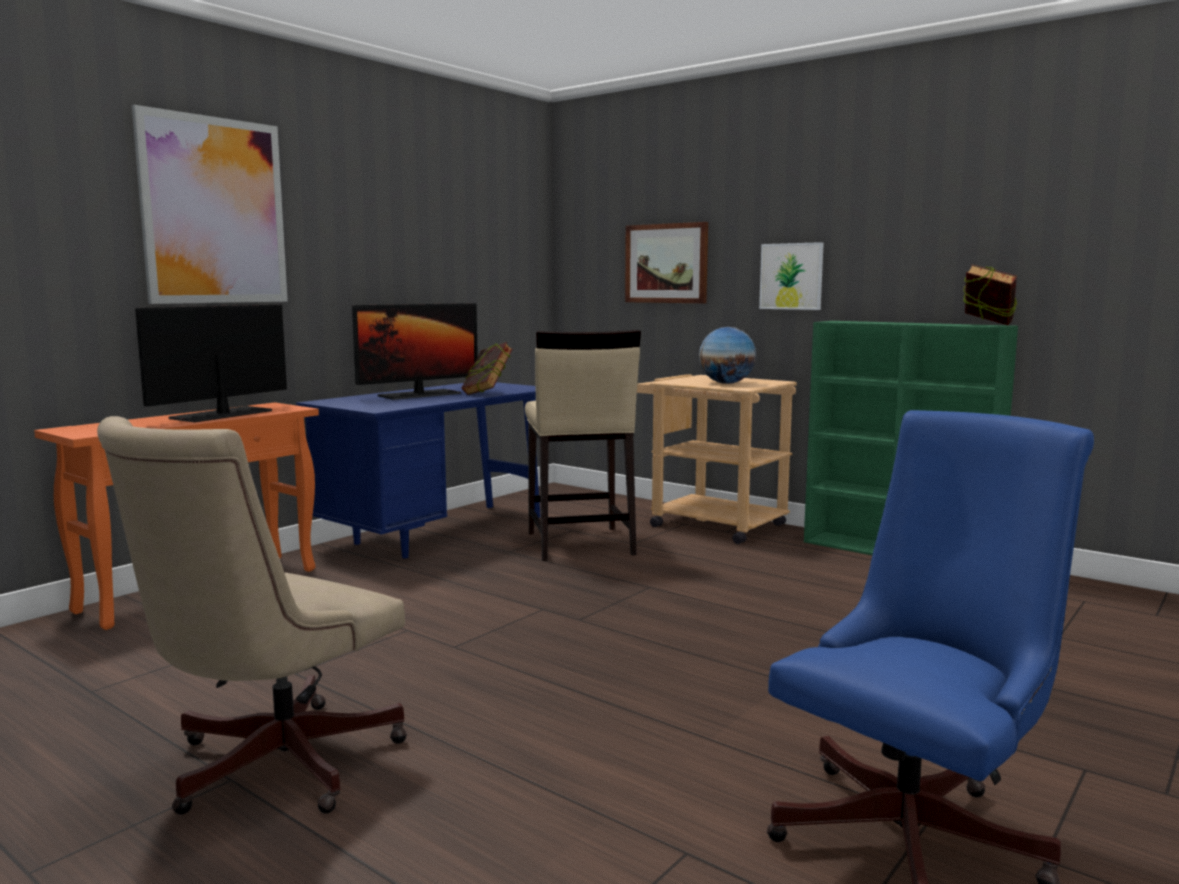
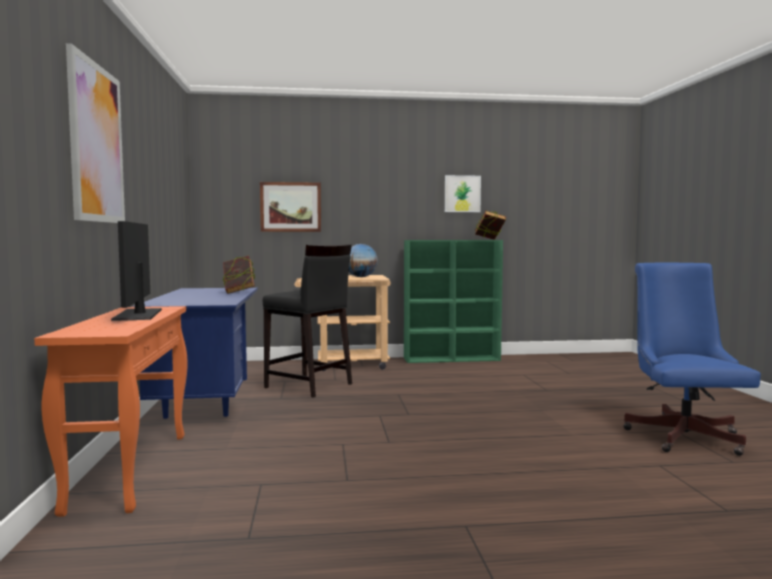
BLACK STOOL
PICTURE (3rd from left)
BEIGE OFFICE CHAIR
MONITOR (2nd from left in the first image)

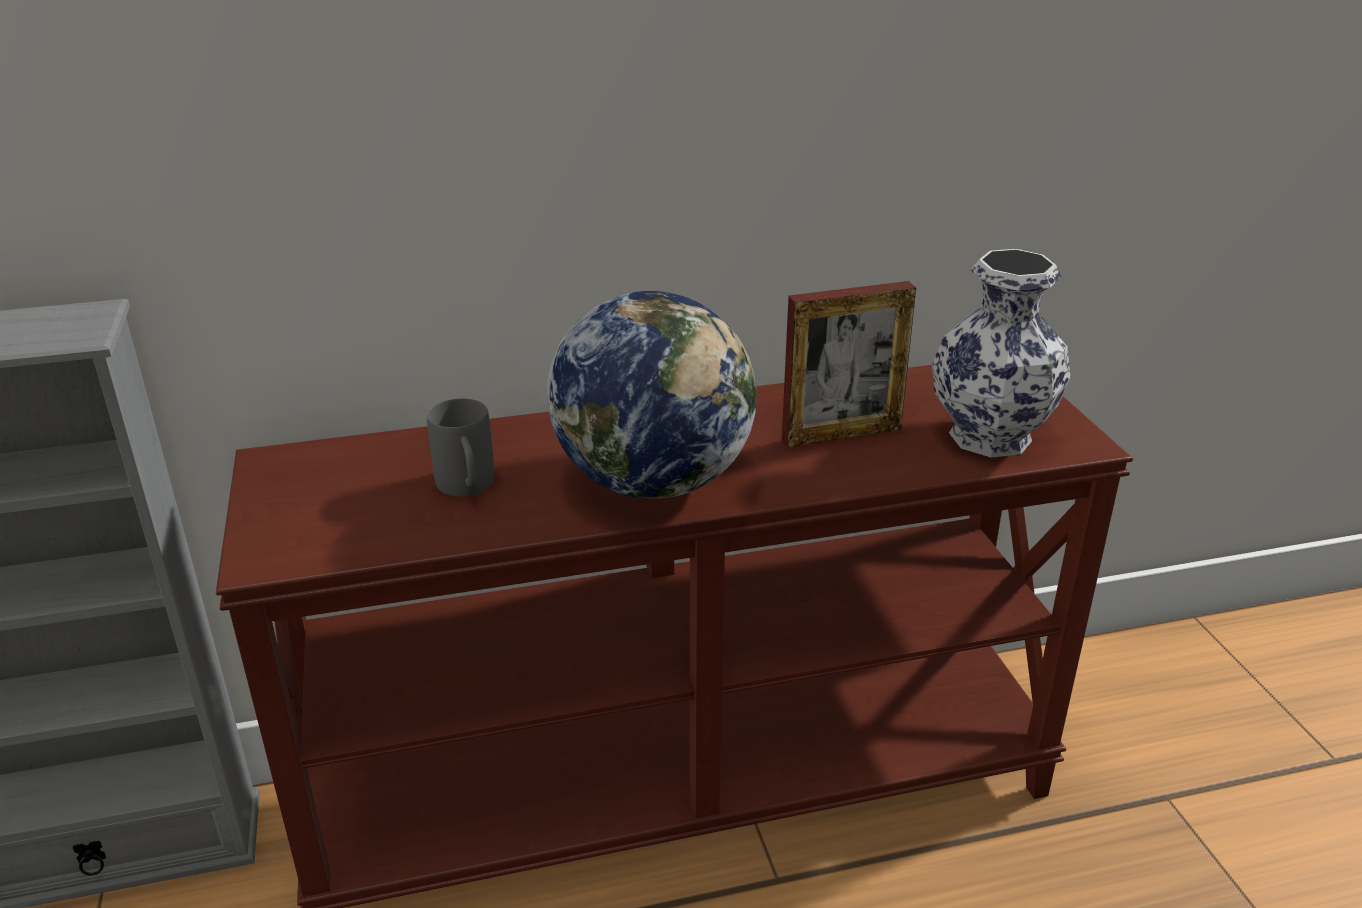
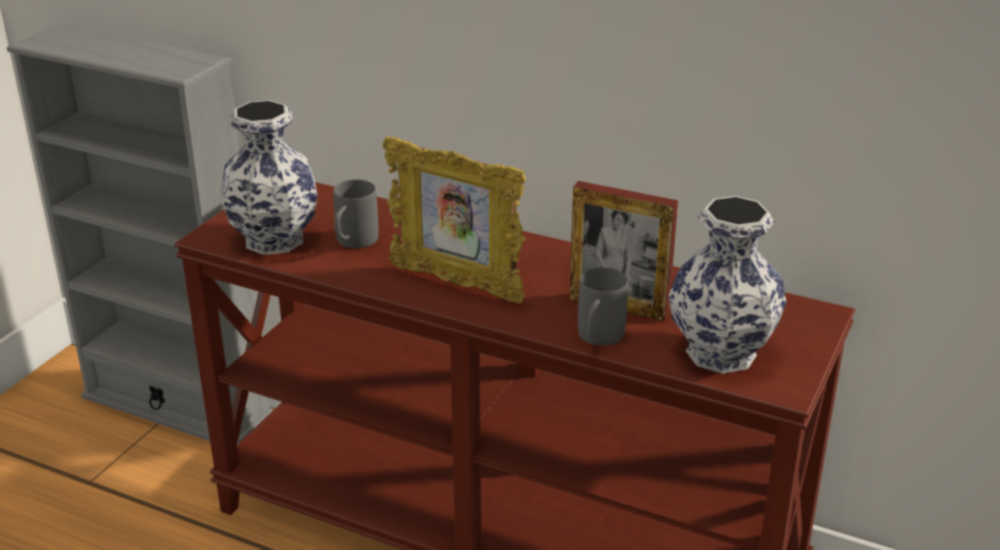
VASE (1st from left)
PICTURE FRAME (1st from left)
GREY MUG (2nd from left)

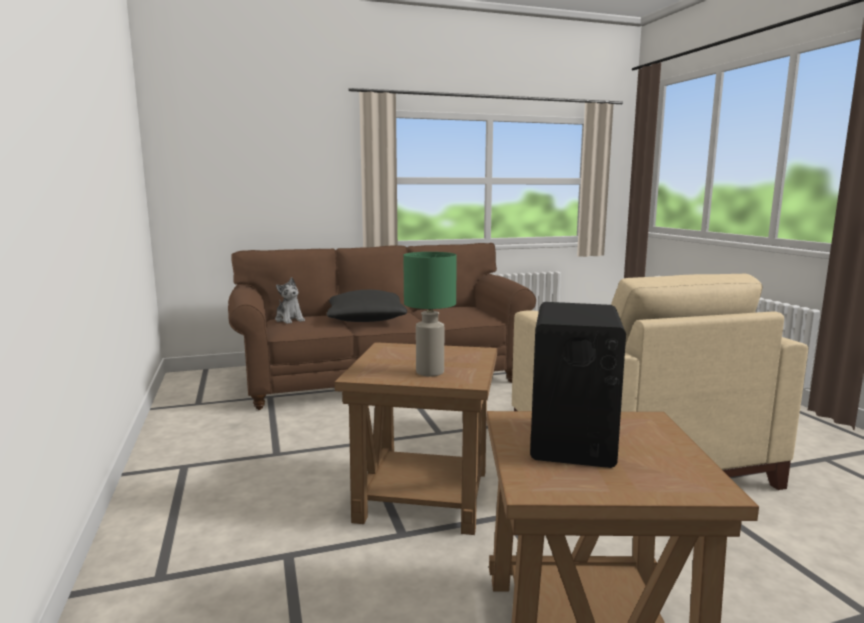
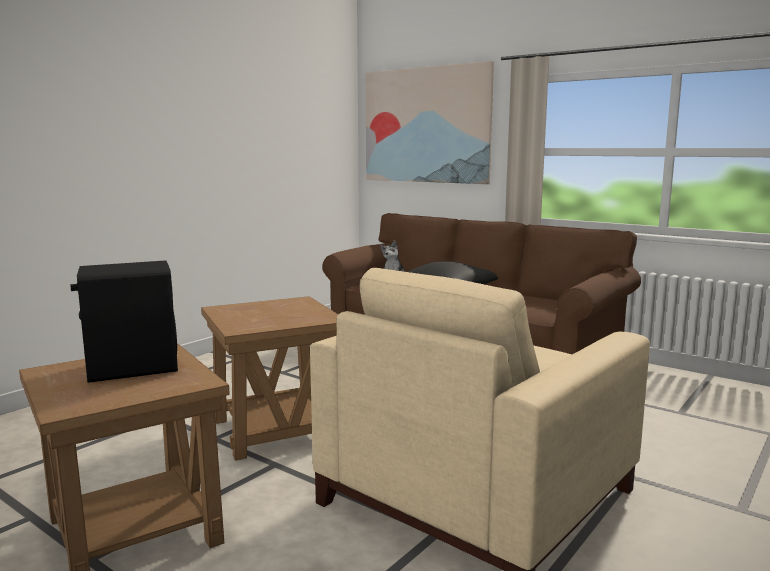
PICTURE
GREEN TABLE LAMP

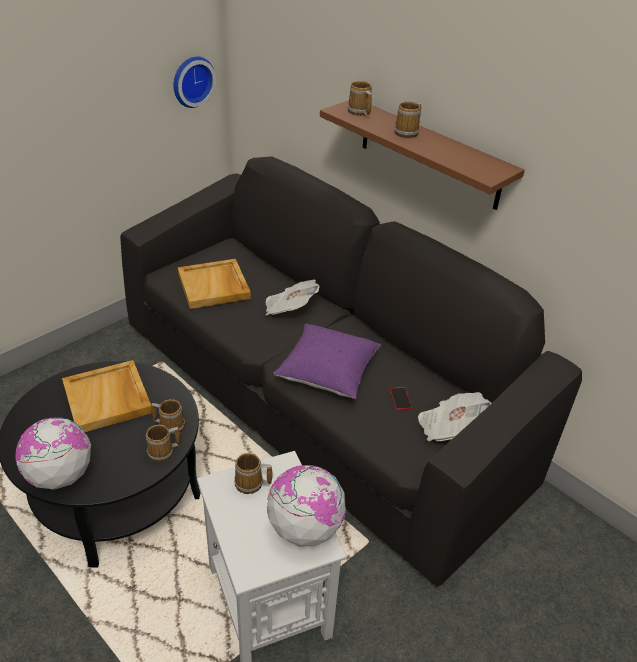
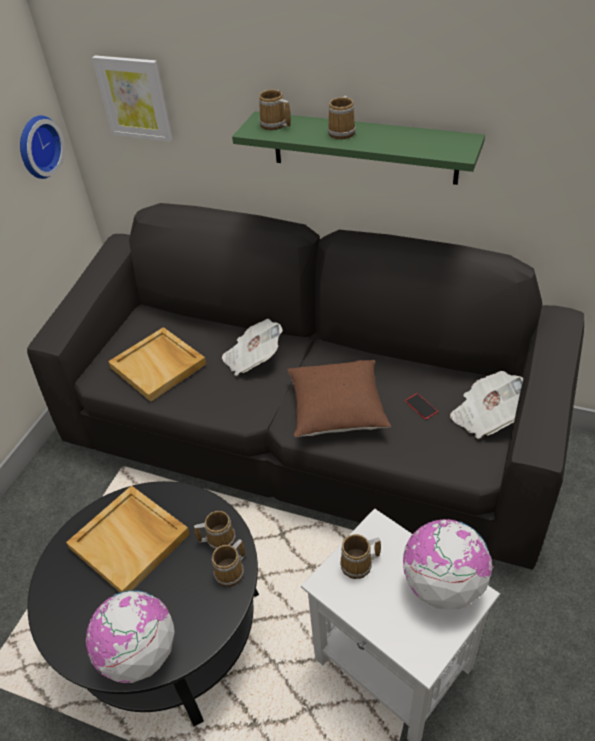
PICTURE
GREEN SHELF
BROWN PILLOW

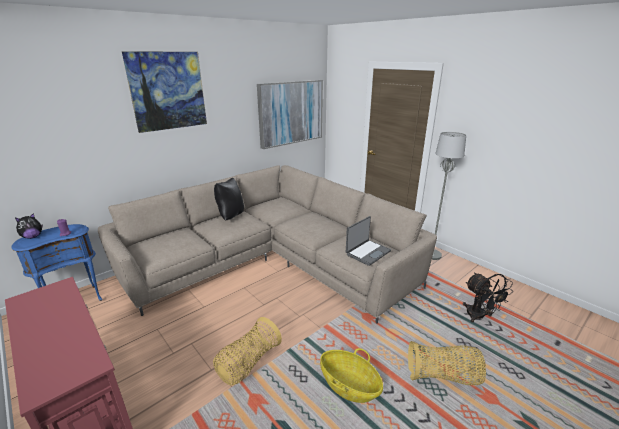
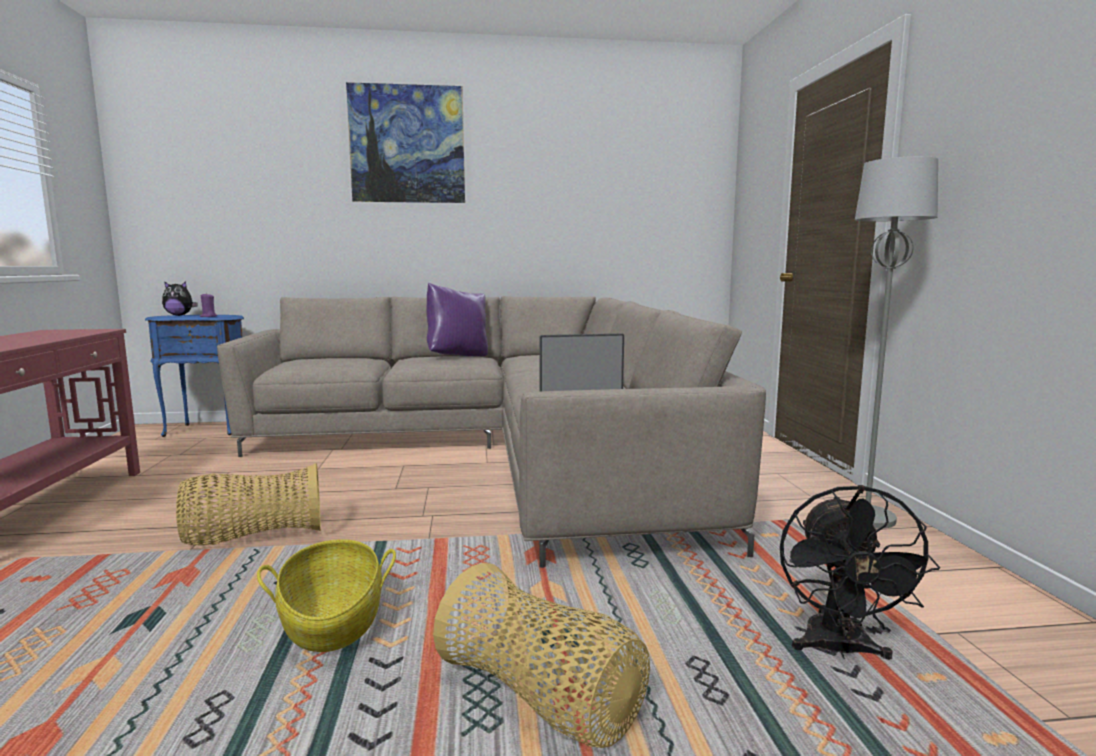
PURPLE PILLOW
PICTURE (2nd from left in the first image)

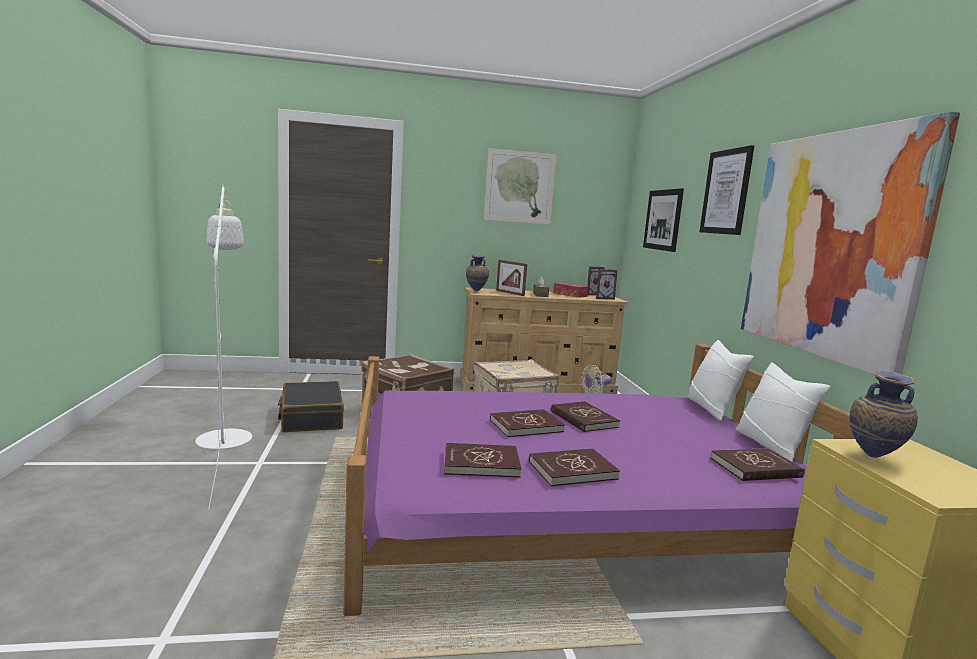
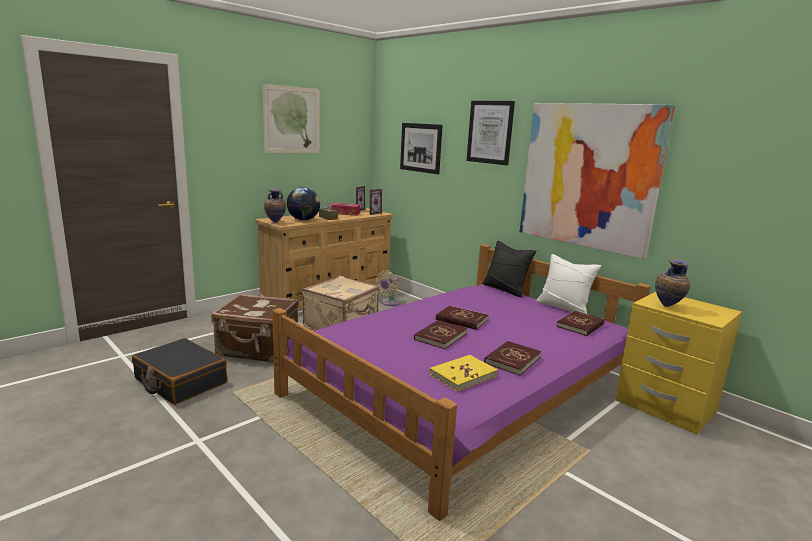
GLOBE
YELLOW BOOK
BLACK PILLOW
WHITE FLOOR LAMP

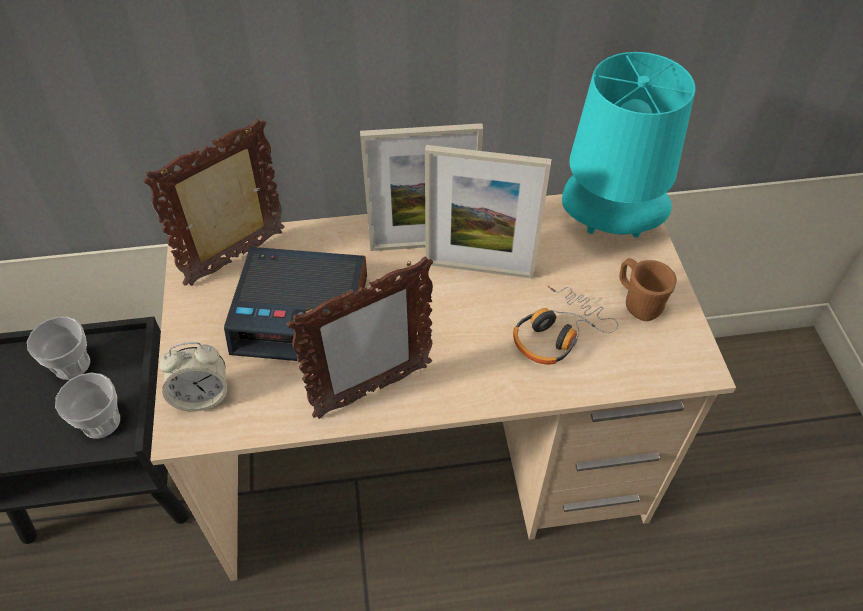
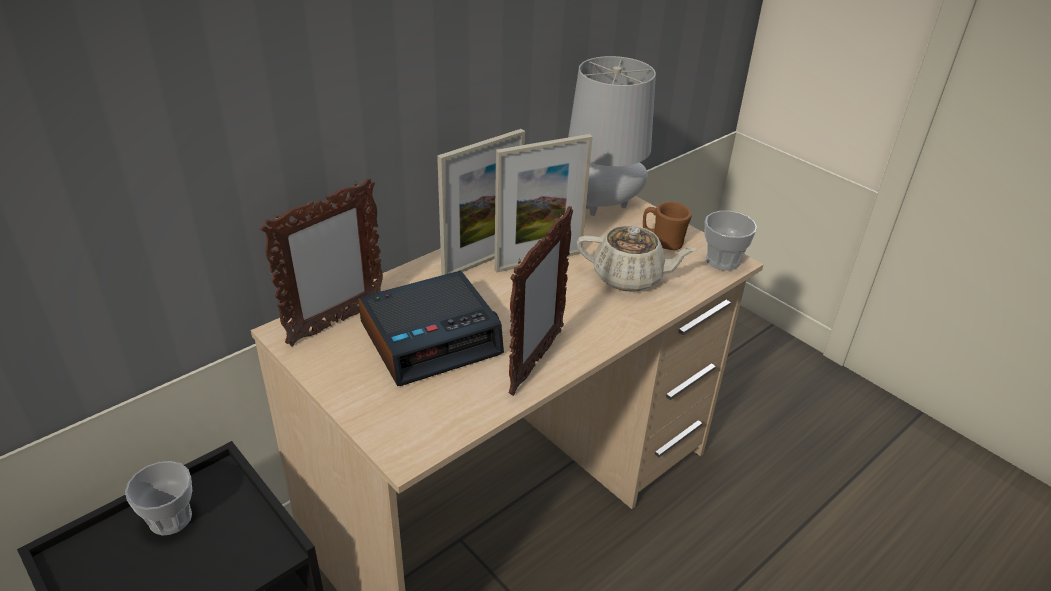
PICTURE FRAME (1st from left)
GREY TABLE LAMP
BEIGE TEAPOT
CUP (2nd from left)
ALARM CLOCK (1st from left in the first image)

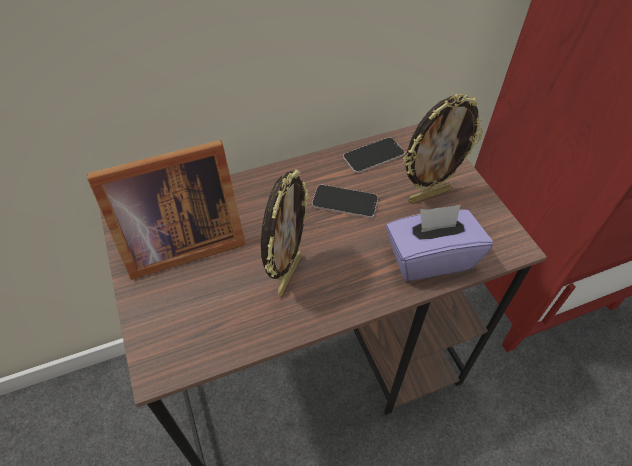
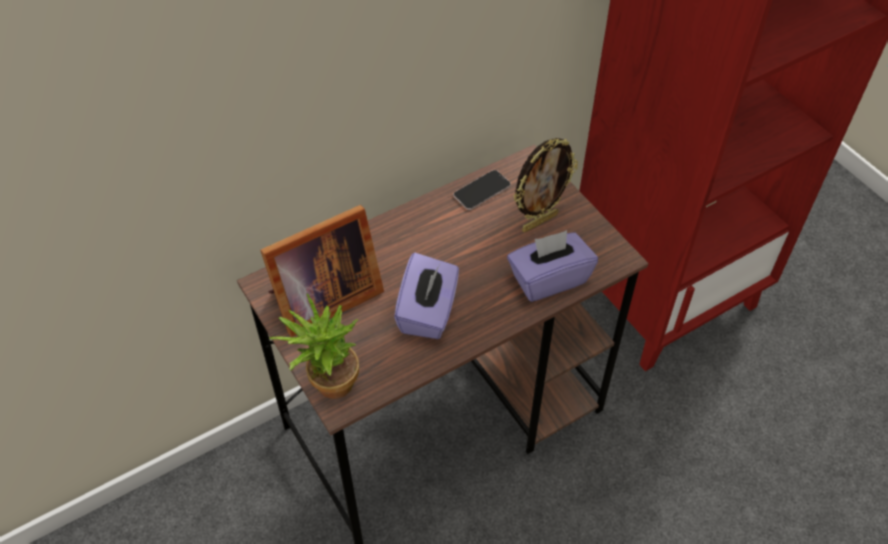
POTTED PLANT
PURPLE TISSUE BOX (1st from left)
PHONE (1st from left in the first image)

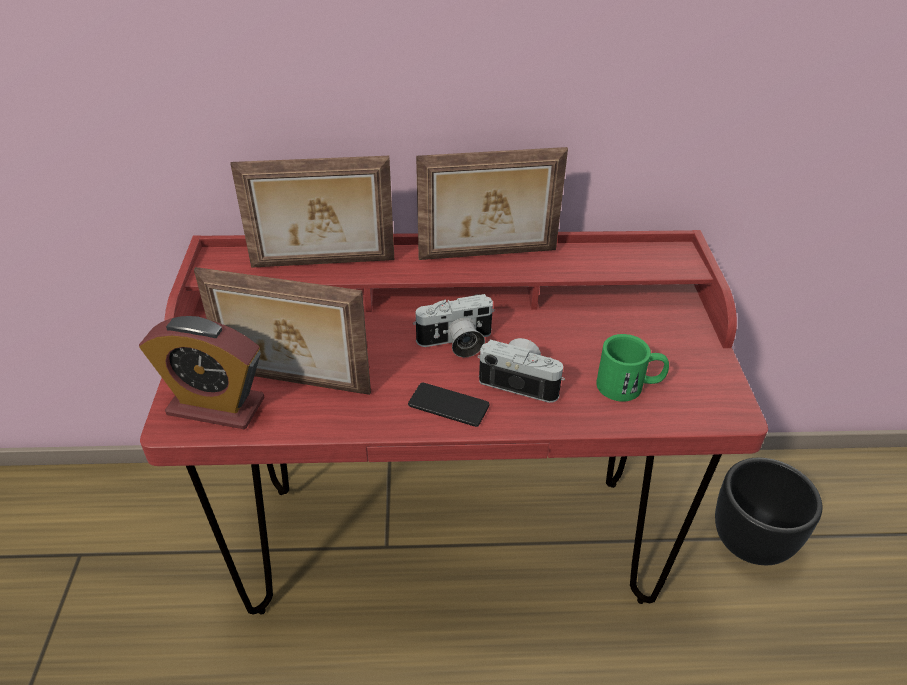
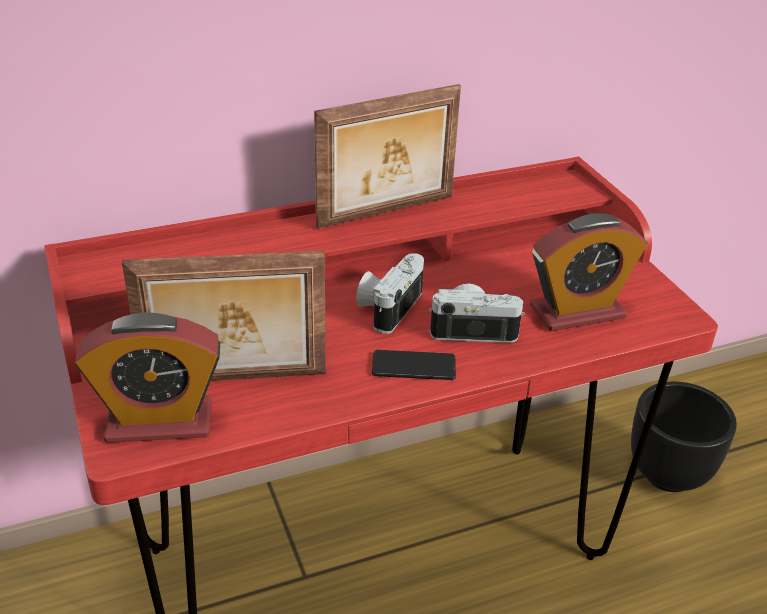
PHOTO CAMERA (1st from left)
ALARM CLOCK (2nd from left)
PICTURE FRAME (2nd from left in the first image)

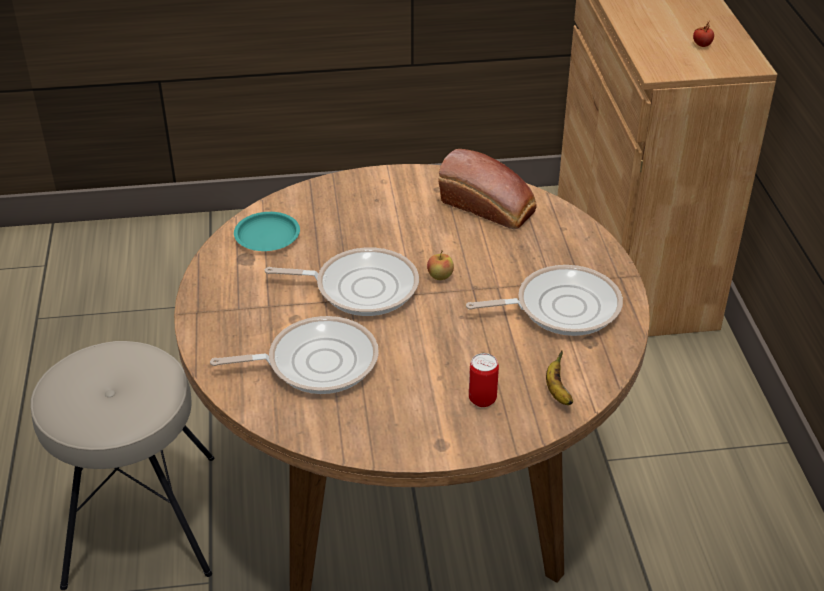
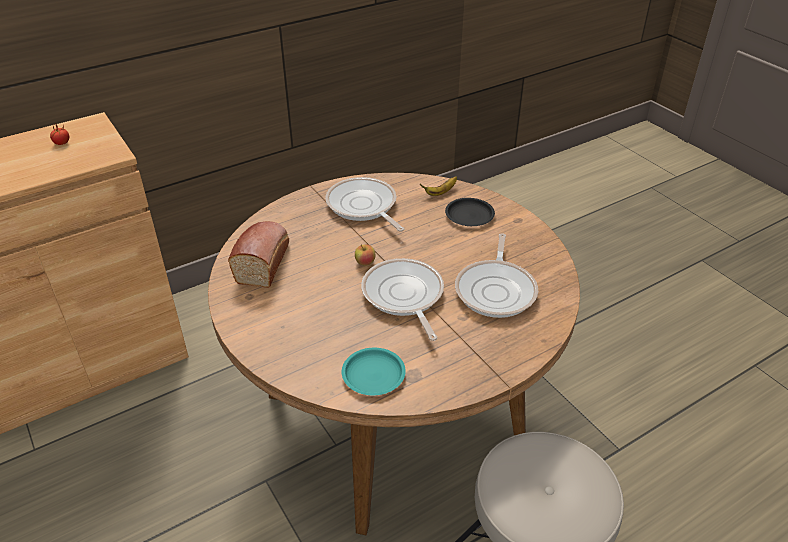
BLACK PLATE
FRYING PAN (3rd from left)

